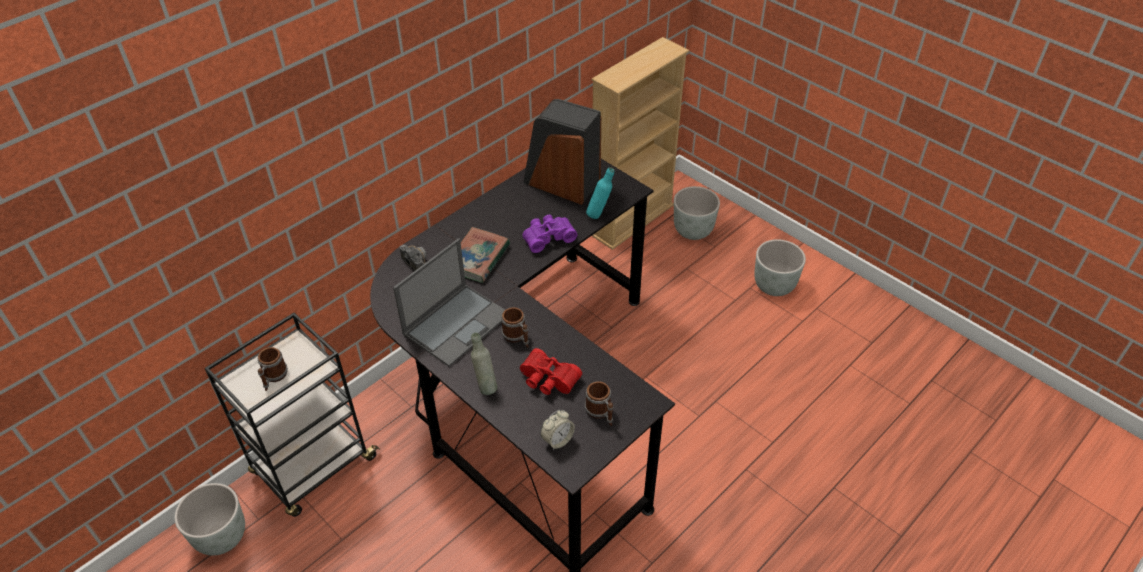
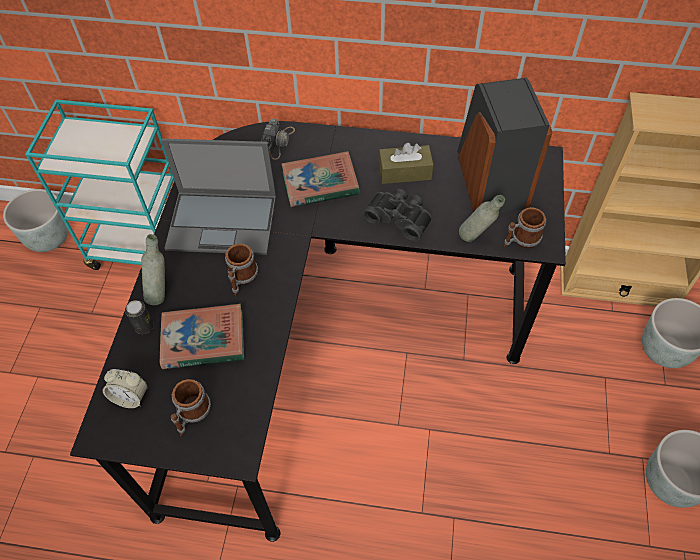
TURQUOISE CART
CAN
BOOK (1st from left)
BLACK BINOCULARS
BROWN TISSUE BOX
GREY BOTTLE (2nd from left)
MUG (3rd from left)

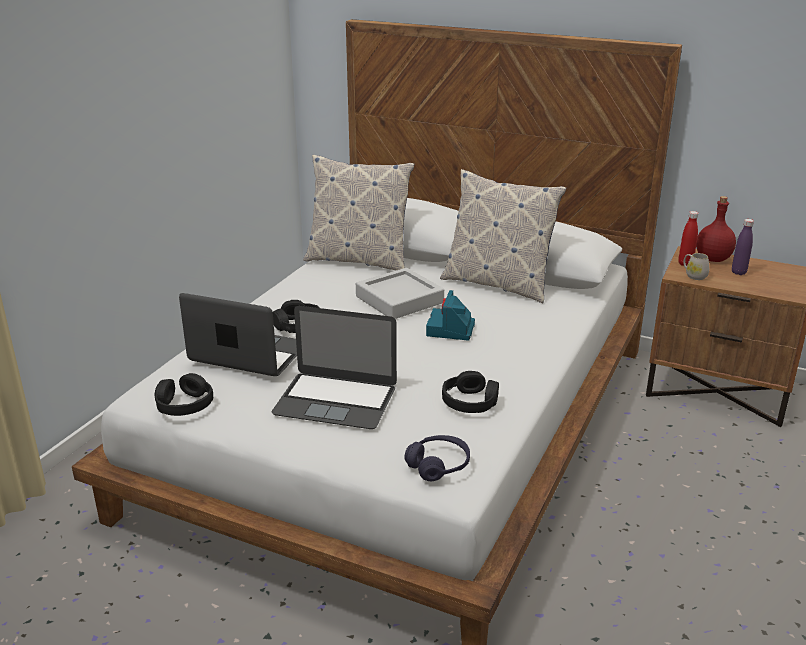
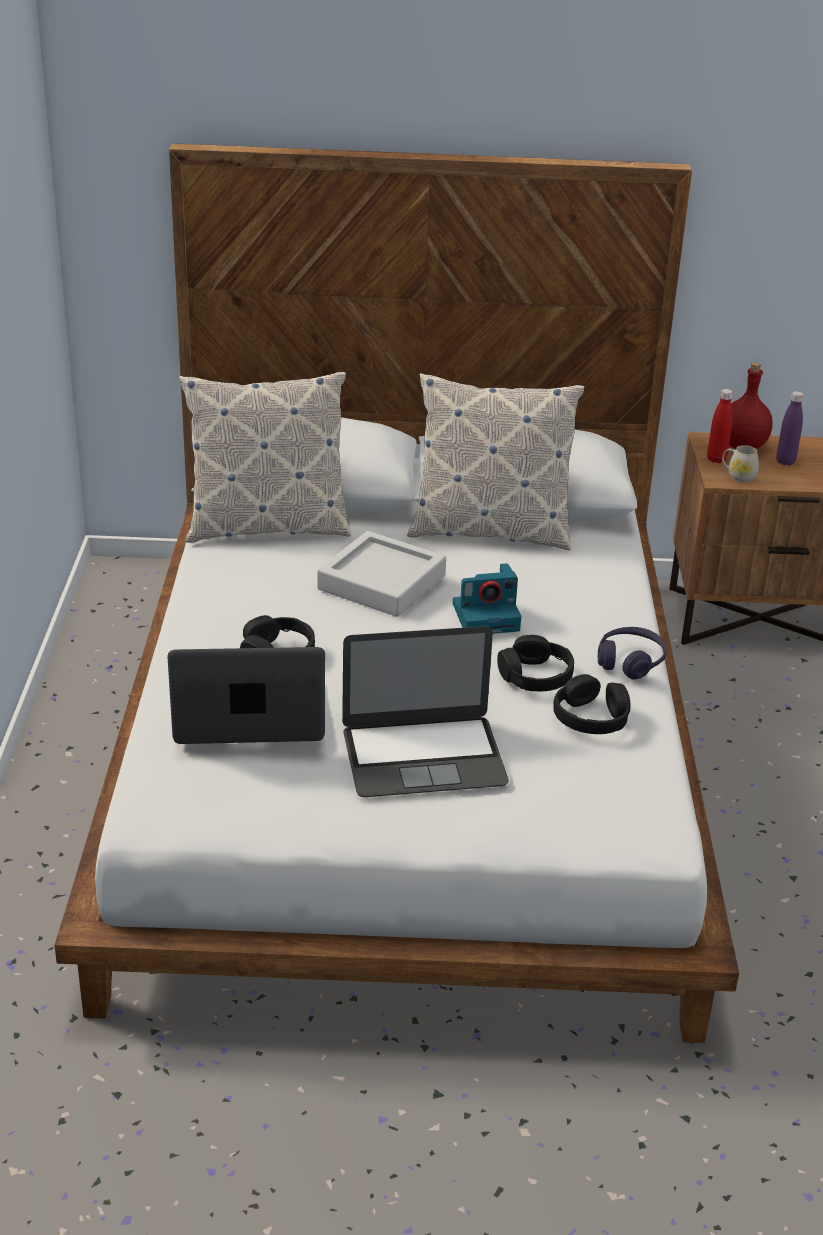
PHOTO CAMERA
BLACK HEADPHONES (2nd from left)
PURPLE HEADPHONES

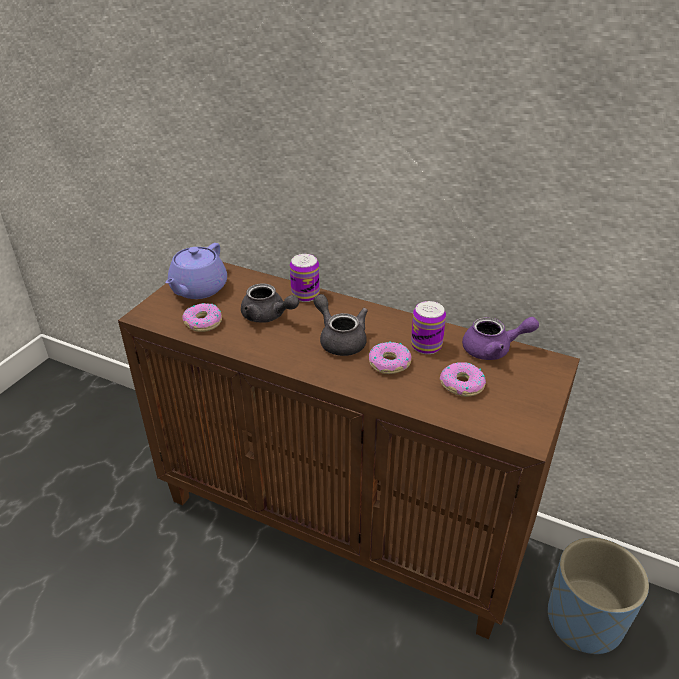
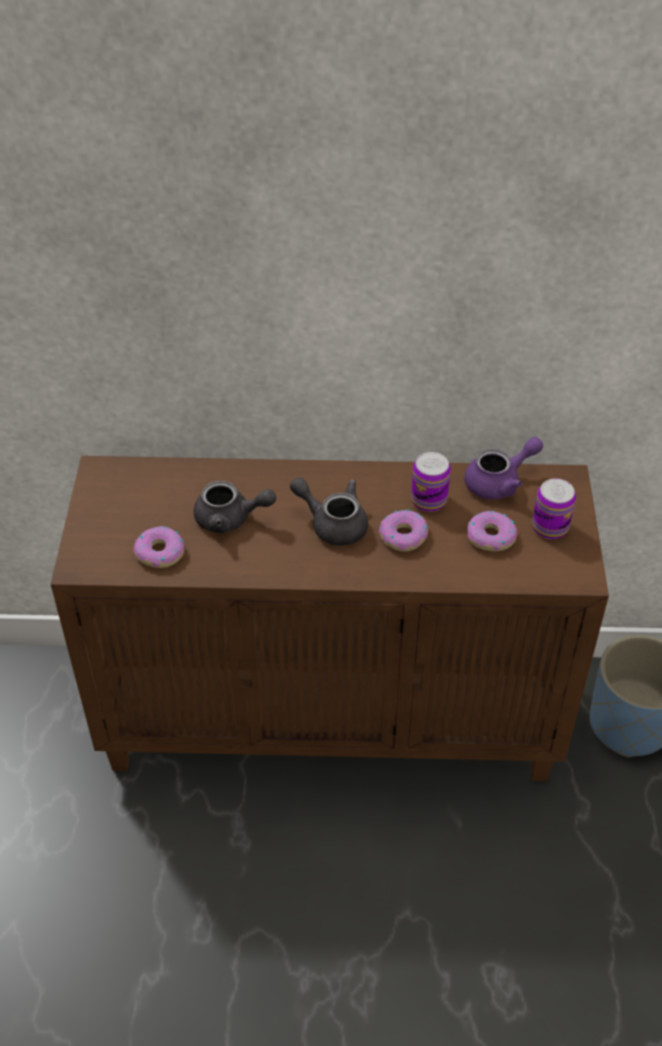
CAN (2nd from left)
PURPLE TEAPOT (1st from left in the first image)

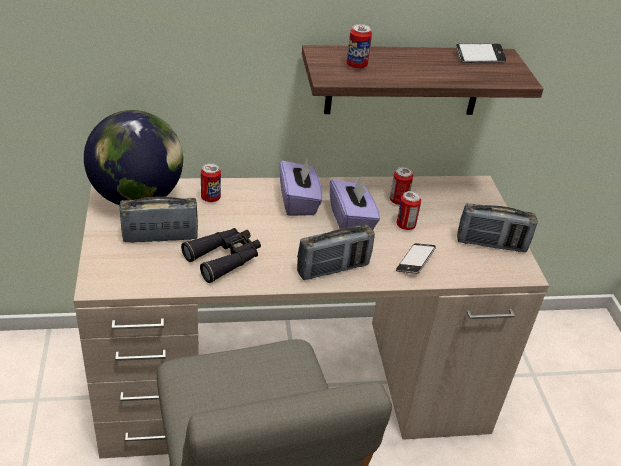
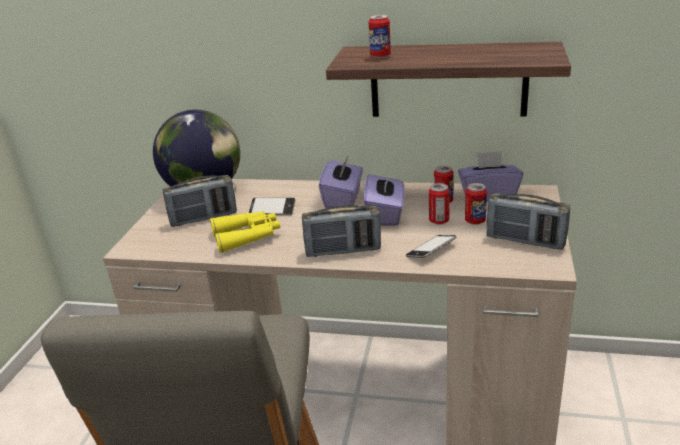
RADIO (1st from left)
YELLOW BINOCULARS
PHONE (1st from left)
PURPLE TISSUE BOX (3rd from left)
CAN (4th from left)

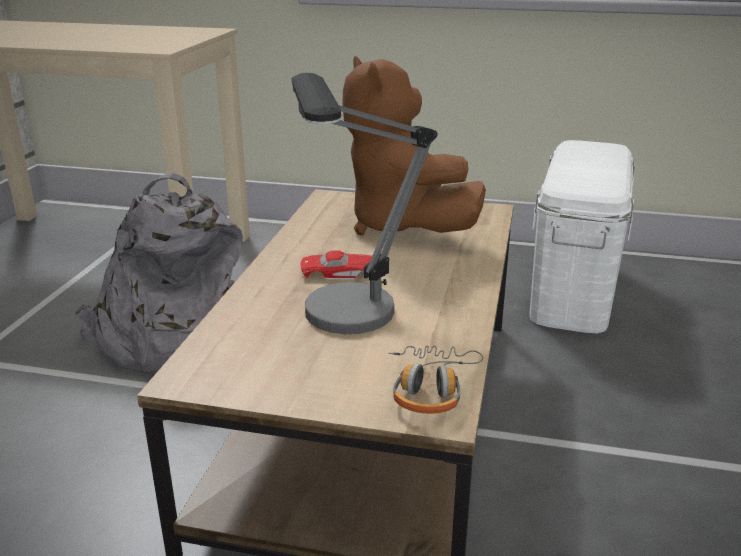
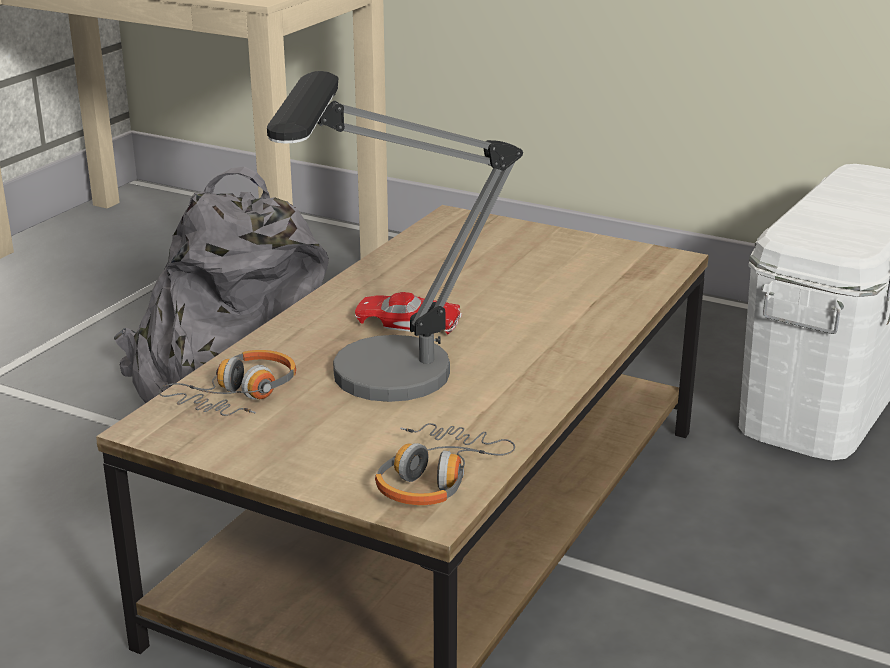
HEADPHONES (1st from left)
BROWN PLUSH TOY

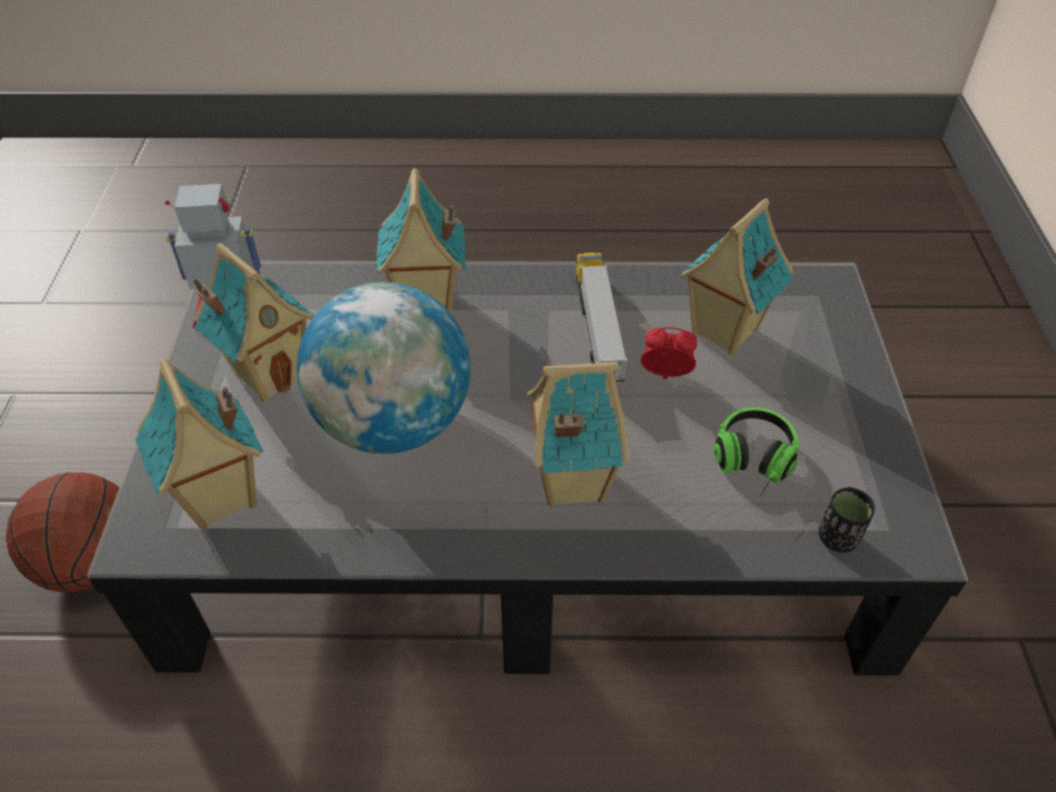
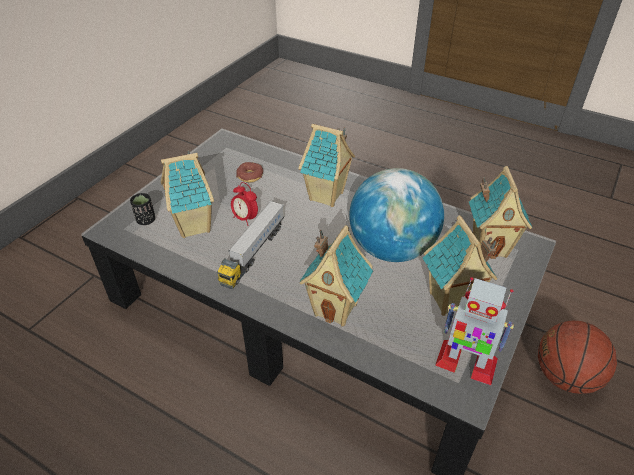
BLACK CUP
DONUT

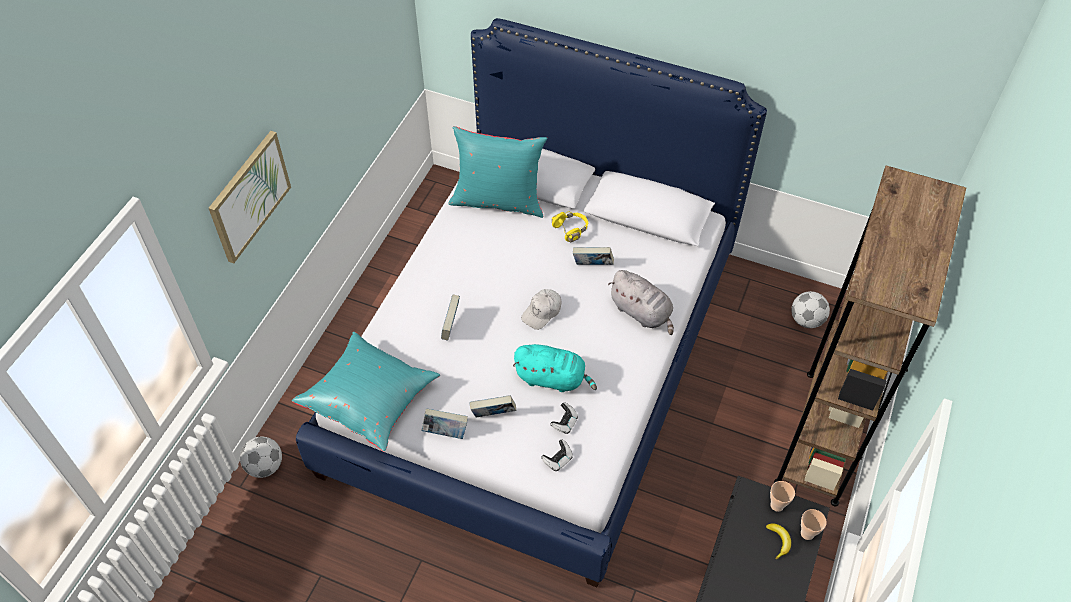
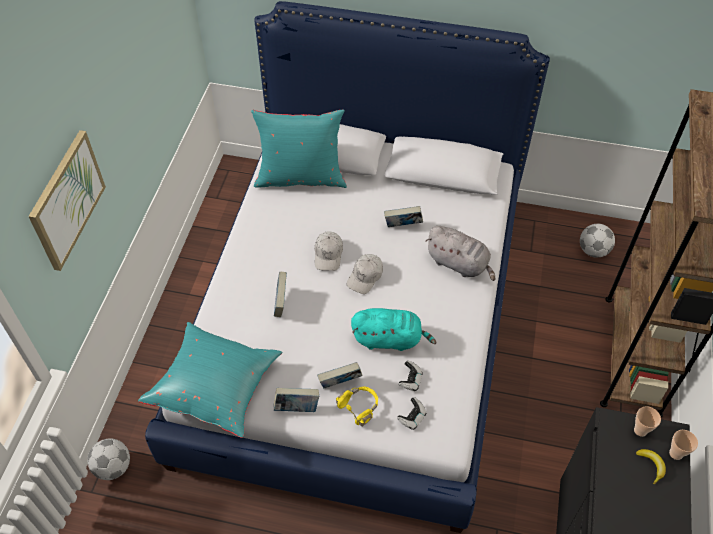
WHITE CAP (1st from left)
YELLOW HEADPHONES

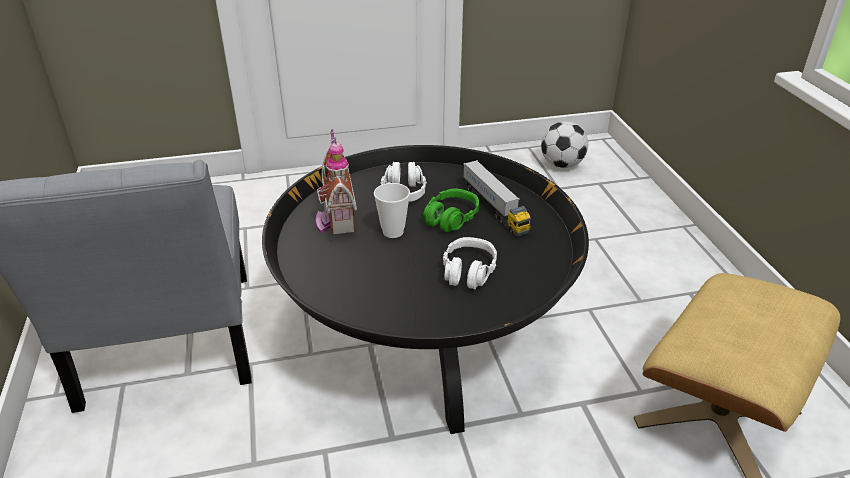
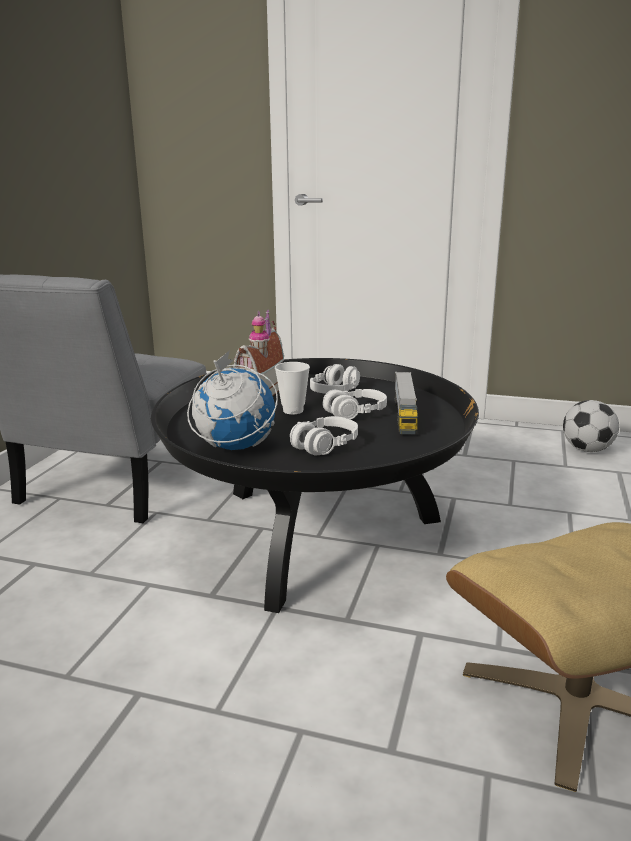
GLOBE
WHITE HEADPHONES (3rd from left)

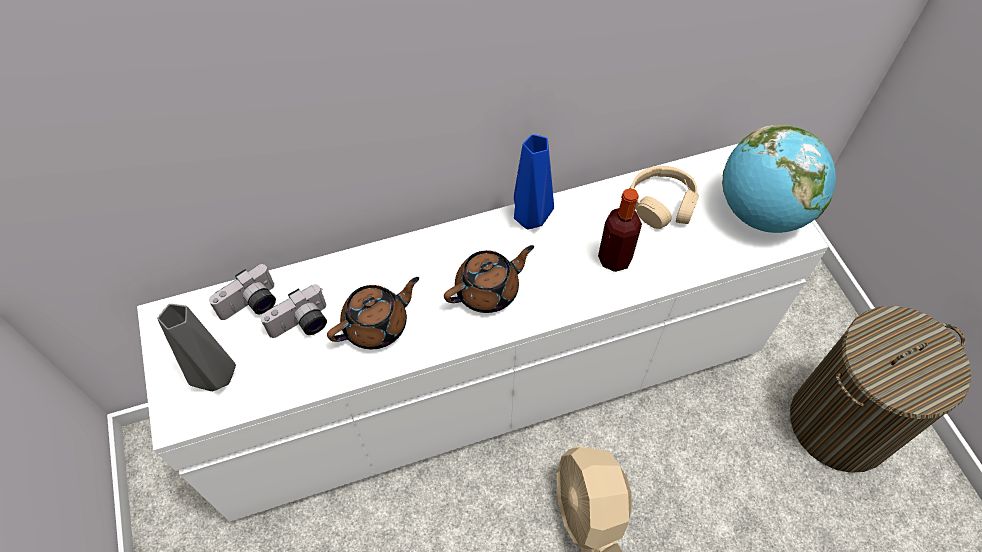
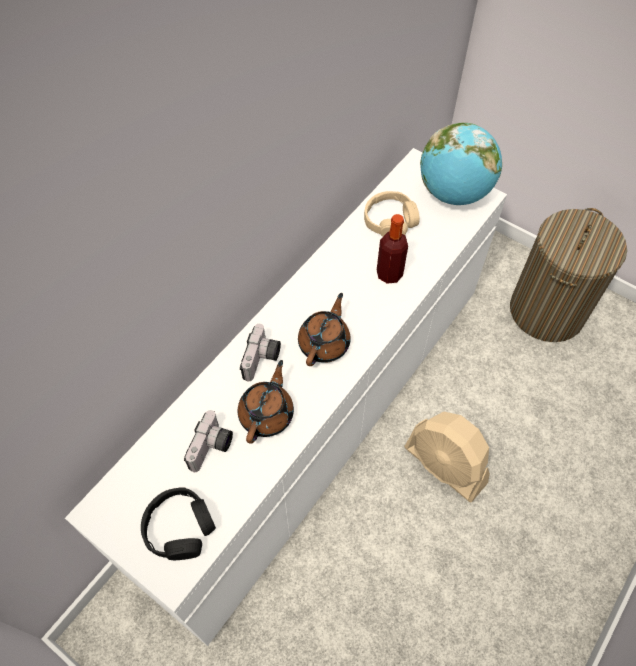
BLACK HEADPHONES
PHOTO CAMERA (2nd from left)
BLUE VASE

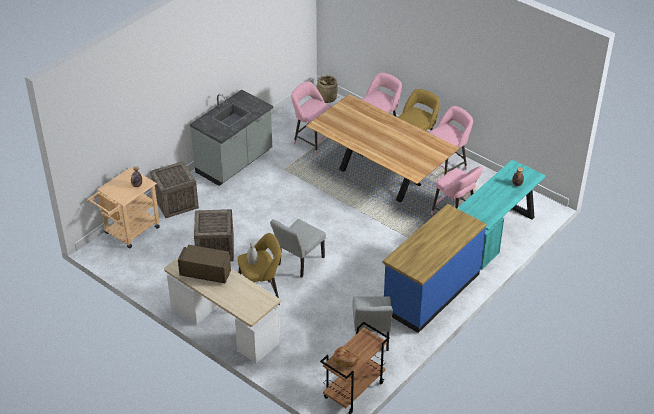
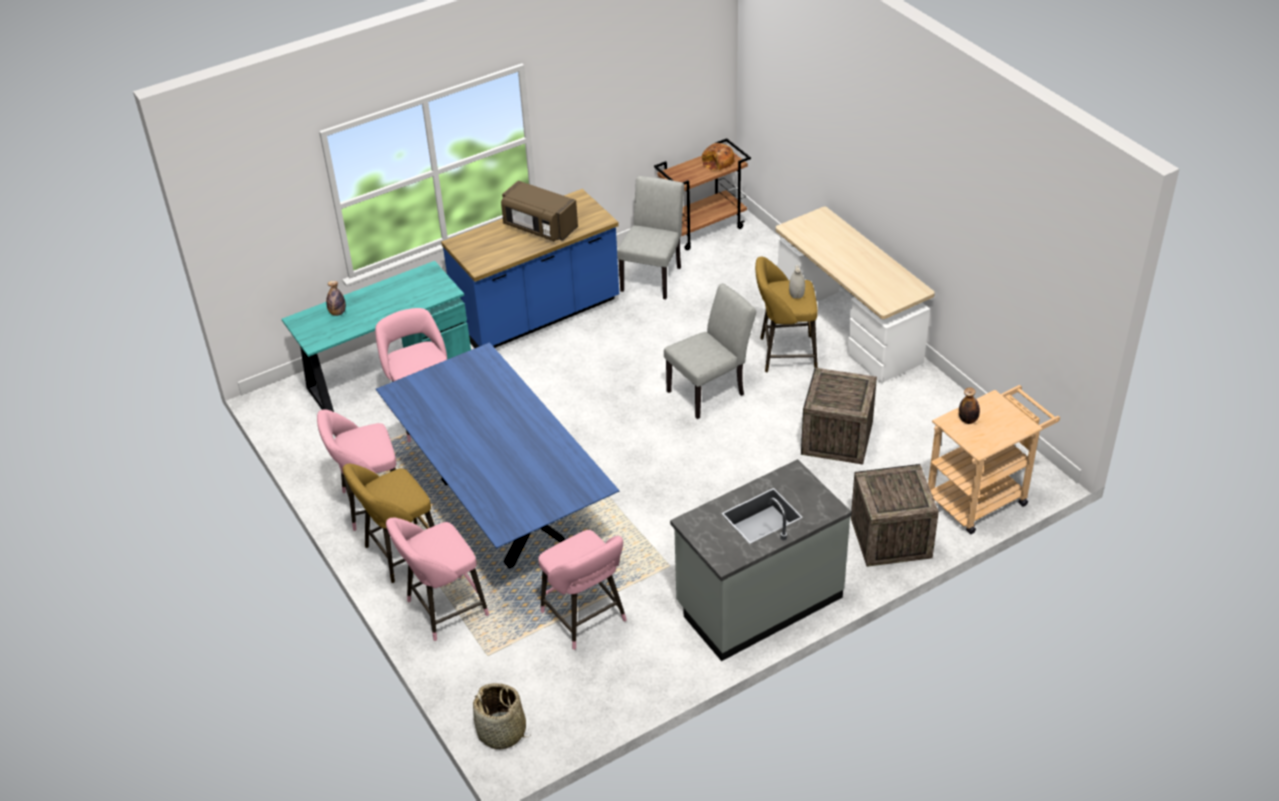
BLUE DINING TABLE
BROWN MICROWAVE

